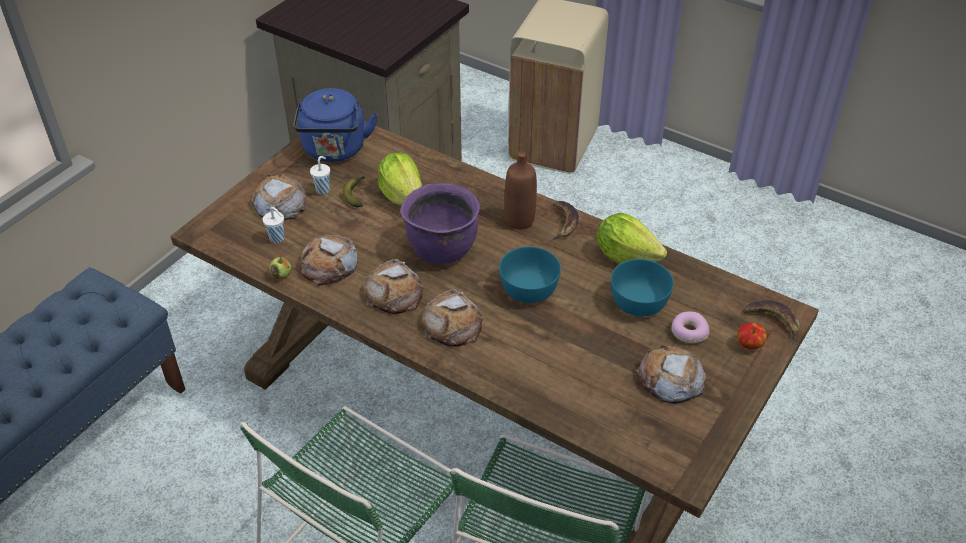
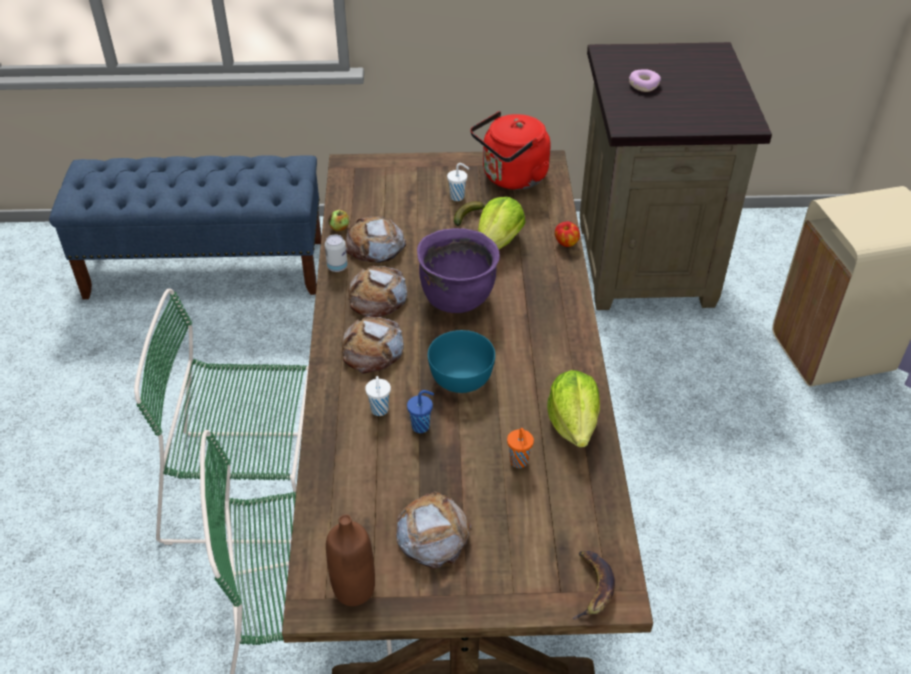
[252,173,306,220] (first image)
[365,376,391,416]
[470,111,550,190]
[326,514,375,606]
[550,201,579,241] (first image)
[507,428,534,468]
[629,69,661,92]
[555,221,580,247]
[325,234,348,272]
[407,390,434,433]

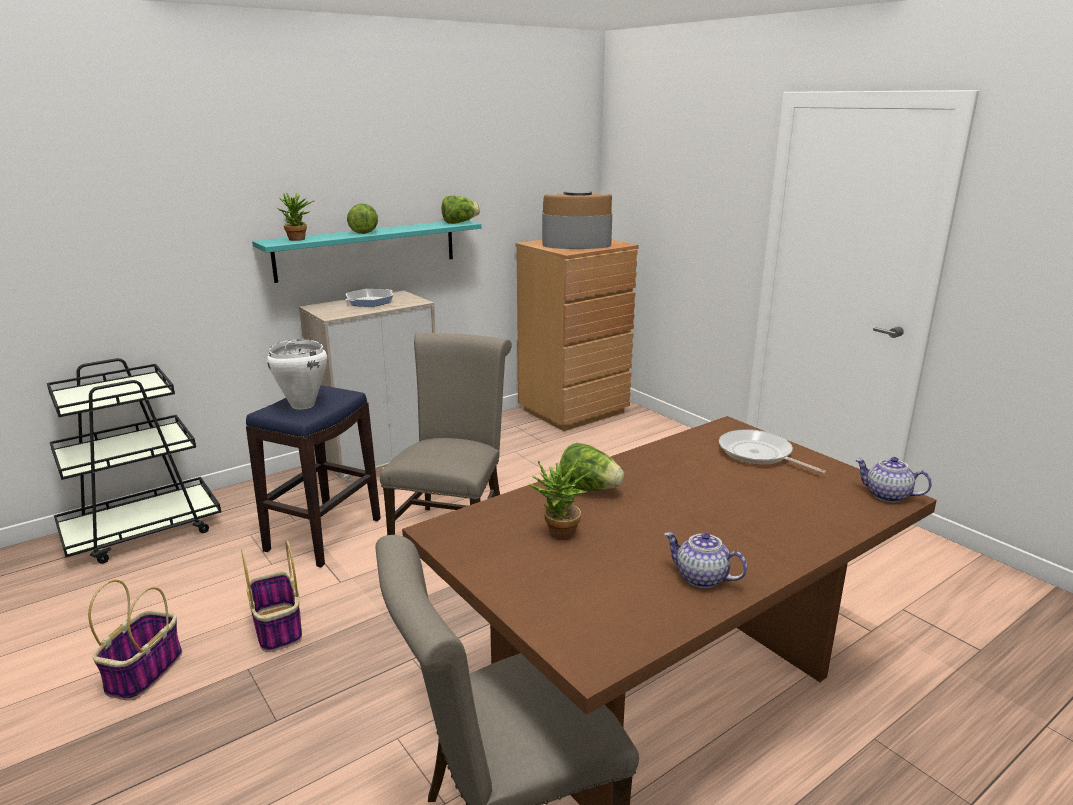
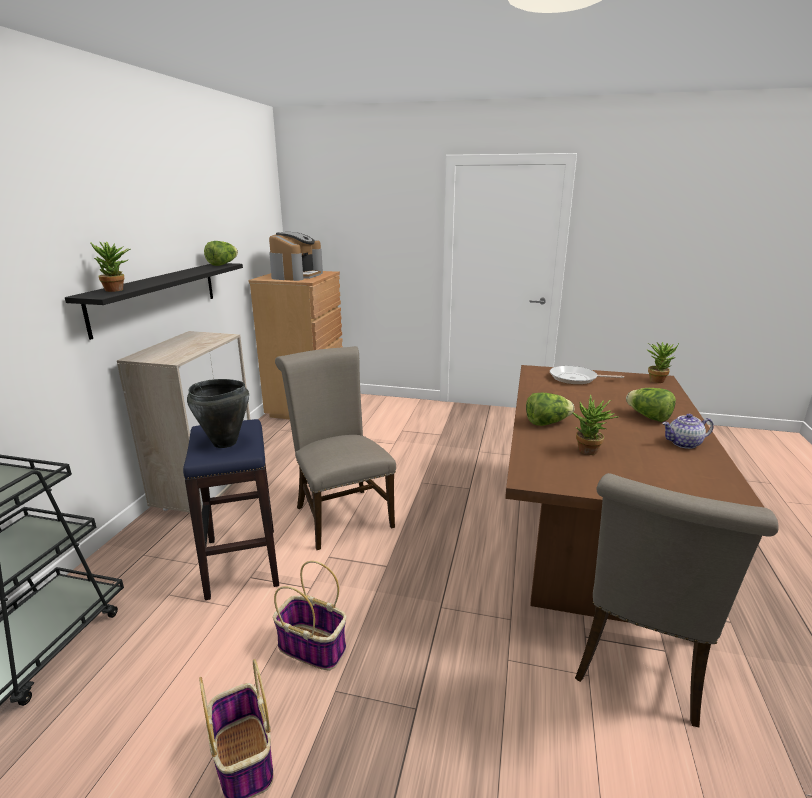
[65,263,243,340]
[187,379,249,448]
[345,289,393,307] (first image)
[626,388,676,422]
[269,232,323,281]
[646,342,679,383]

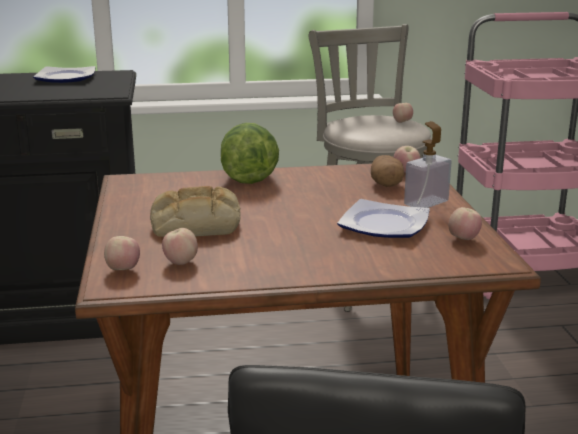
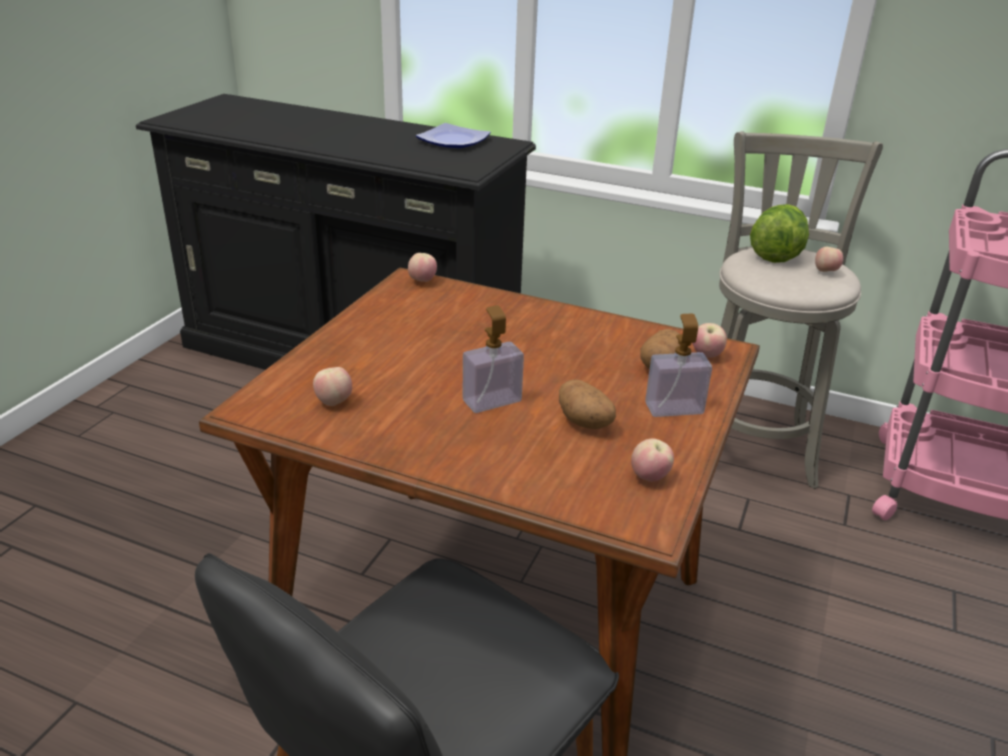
[408,253,437,282]
[150,186,241,237] (first image)
[750,204,809,263]
[559,380,616,429]
[463,305,524,413]

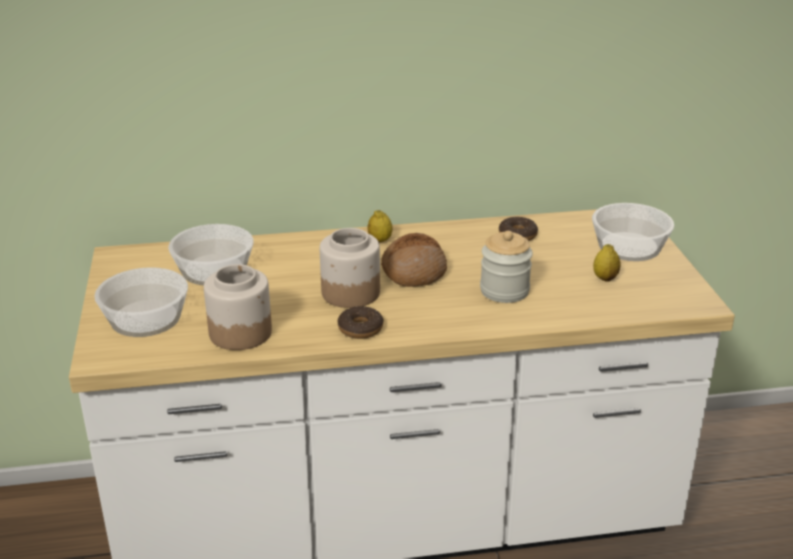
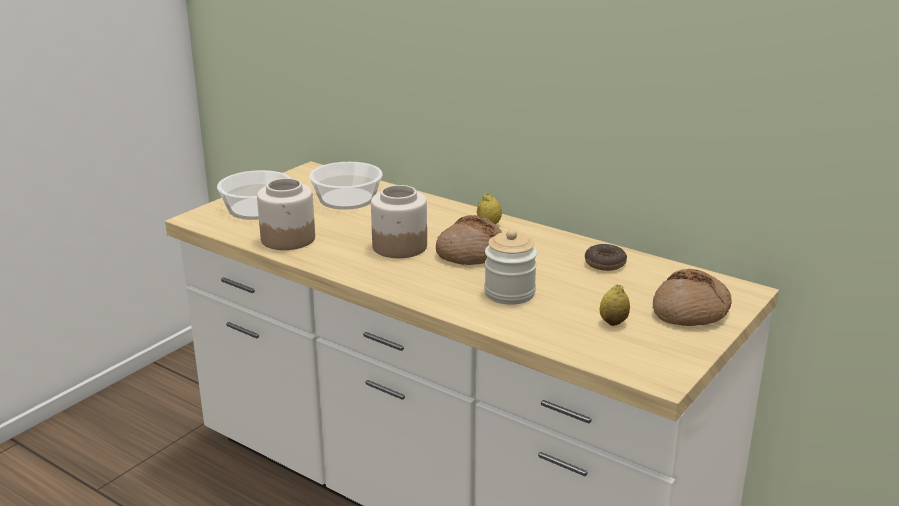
[338,306,384,339] (first image)
[653,269,732,326]

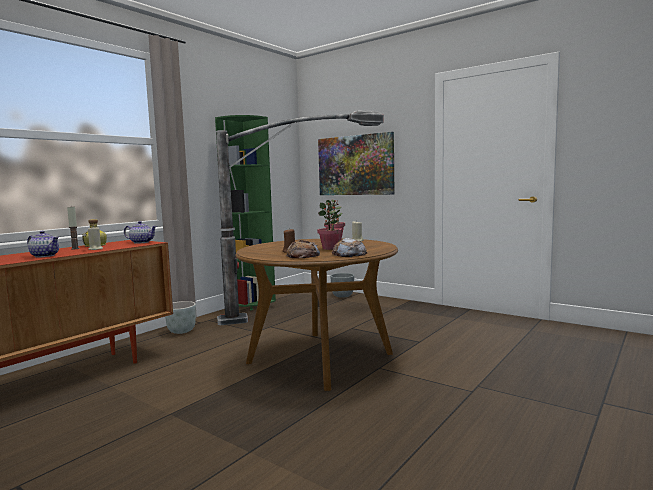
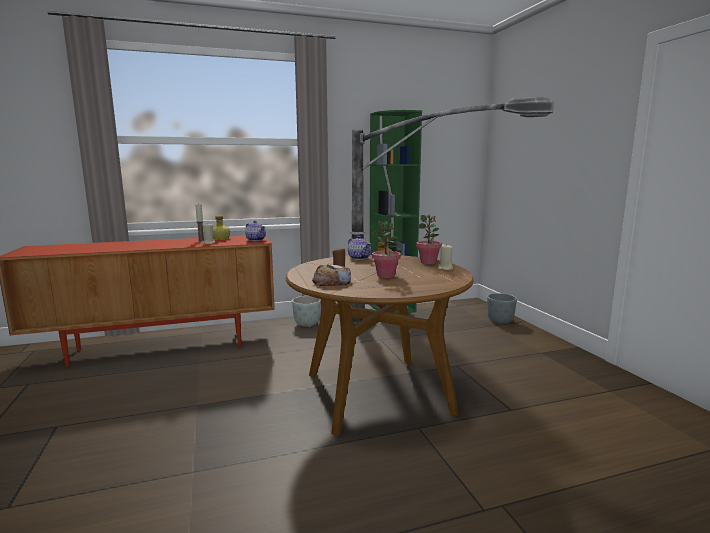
[348,236,371,260]
[318,132,394,195] (first image)
[332,238,367,257] (first image)

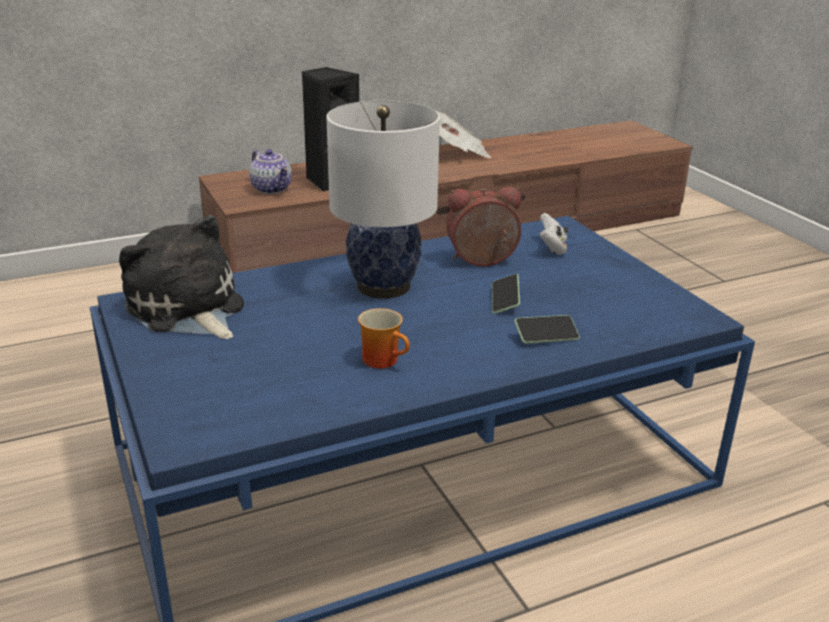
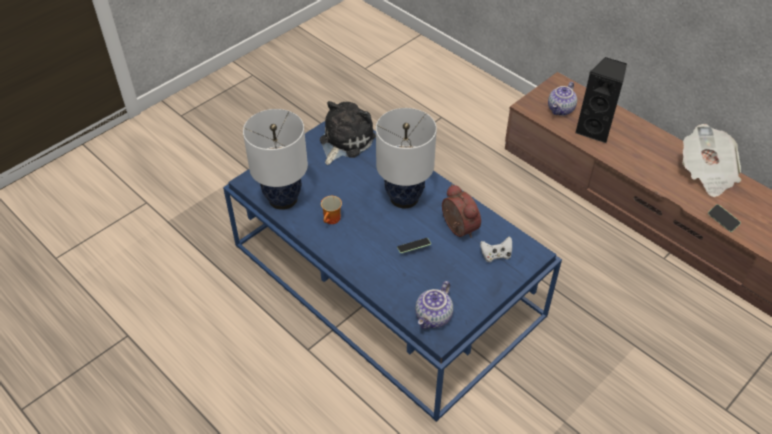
[708,204,741,232]
[243,109,308,210]
[415,281,453,329]

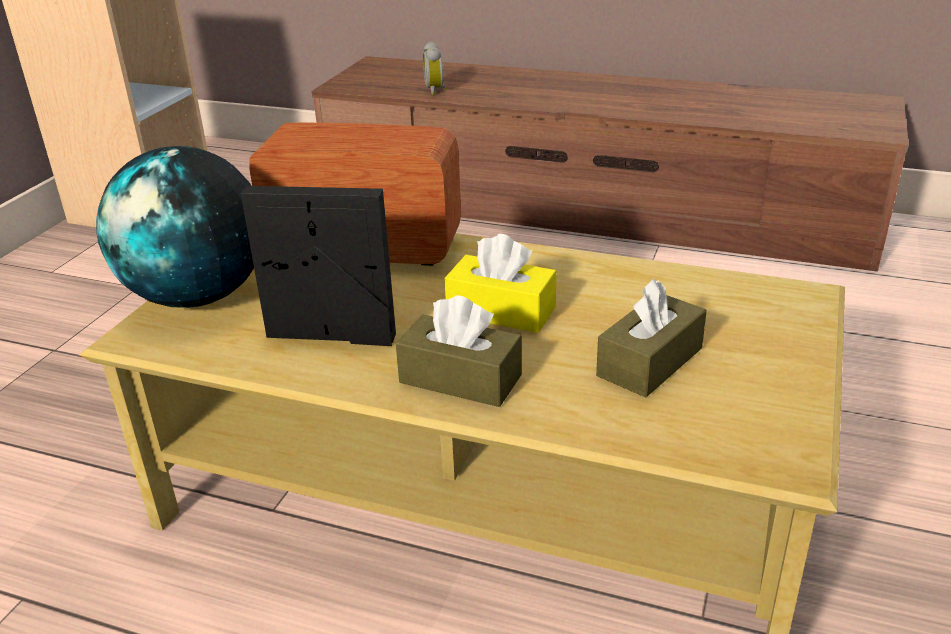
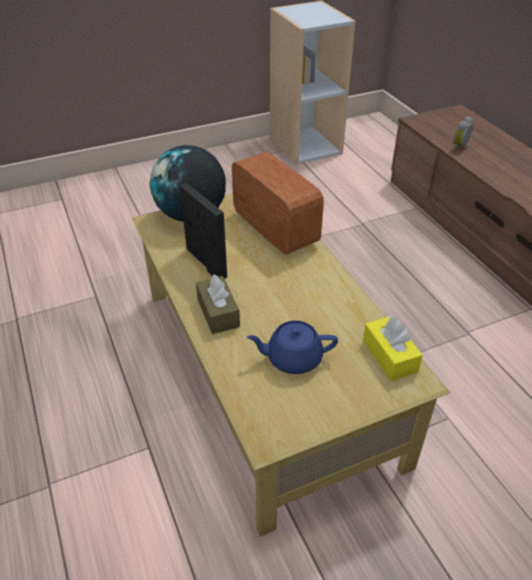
[363,316,423,381]
[247,321,338,374]

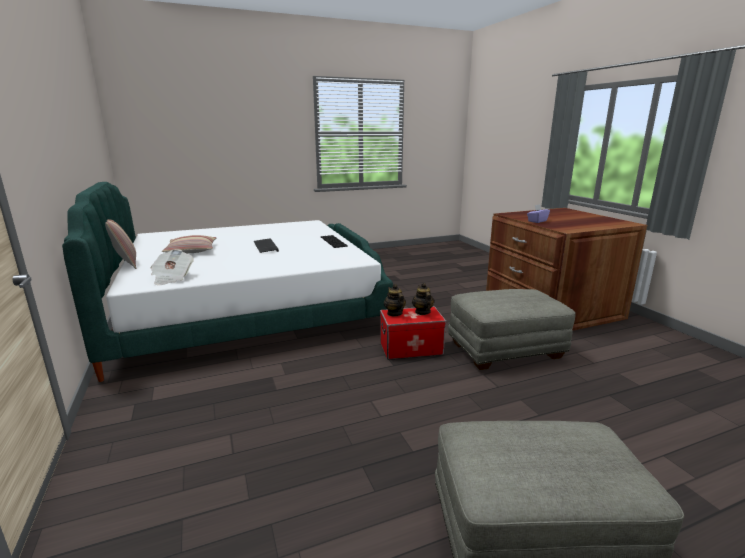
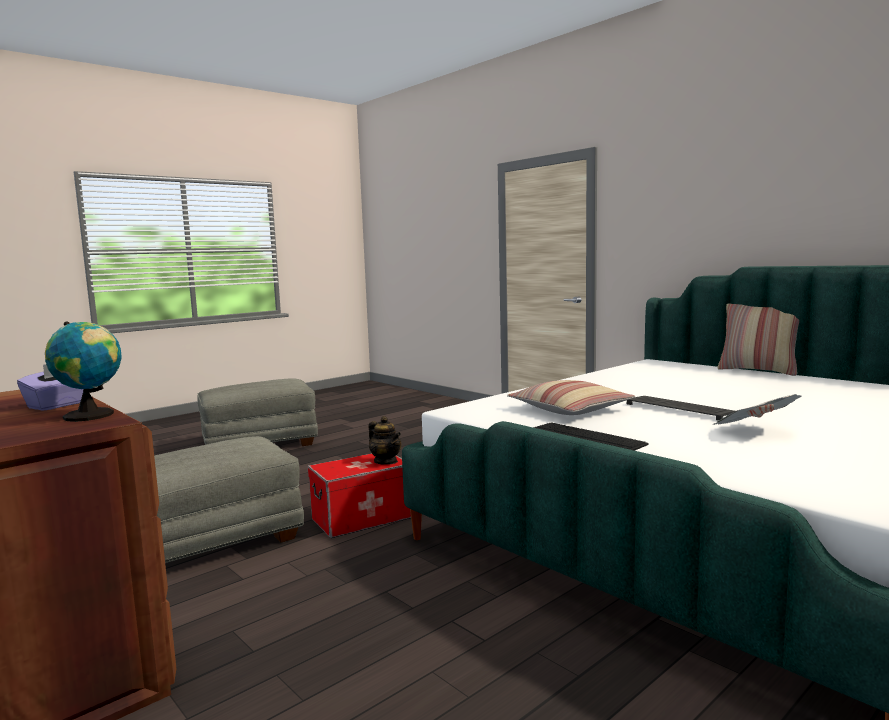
[713,394,801,425]
[507,380,635,415]
[412,283,435,315] (first image)
[45,322,122,422]

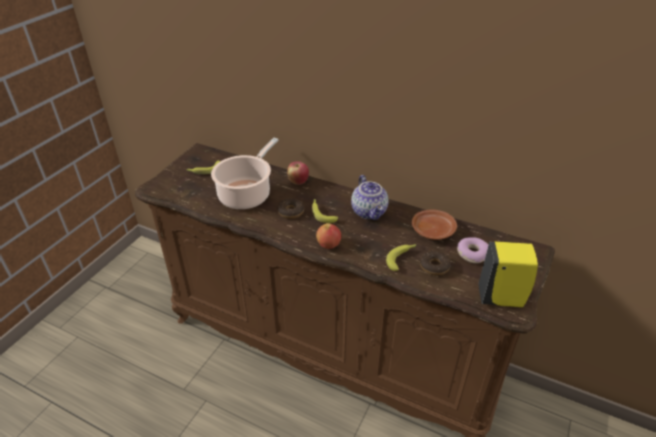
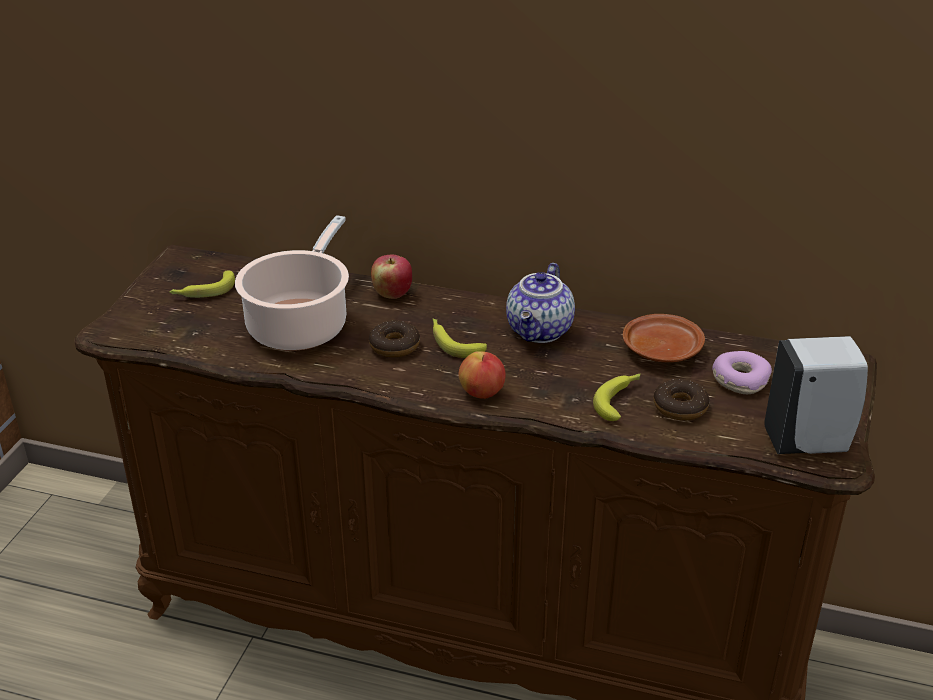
[506,263,575,343]
[764,336,868,454]

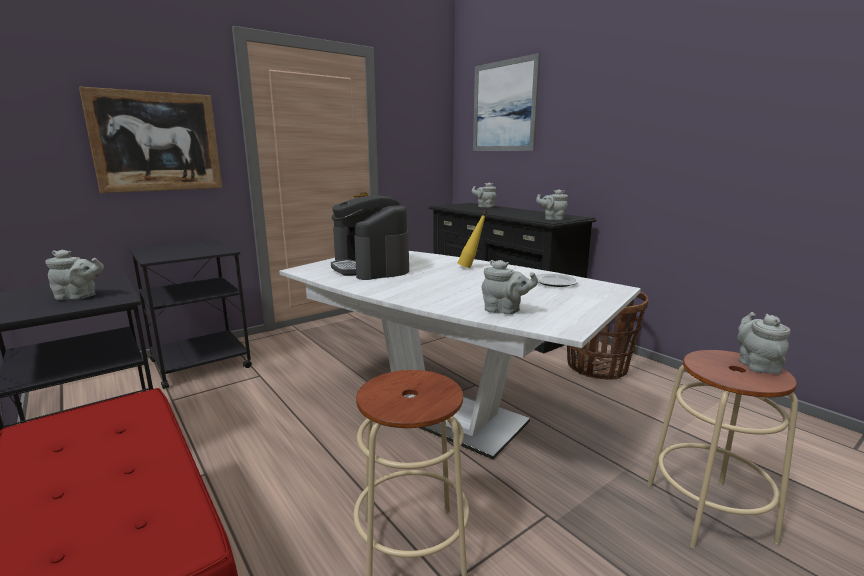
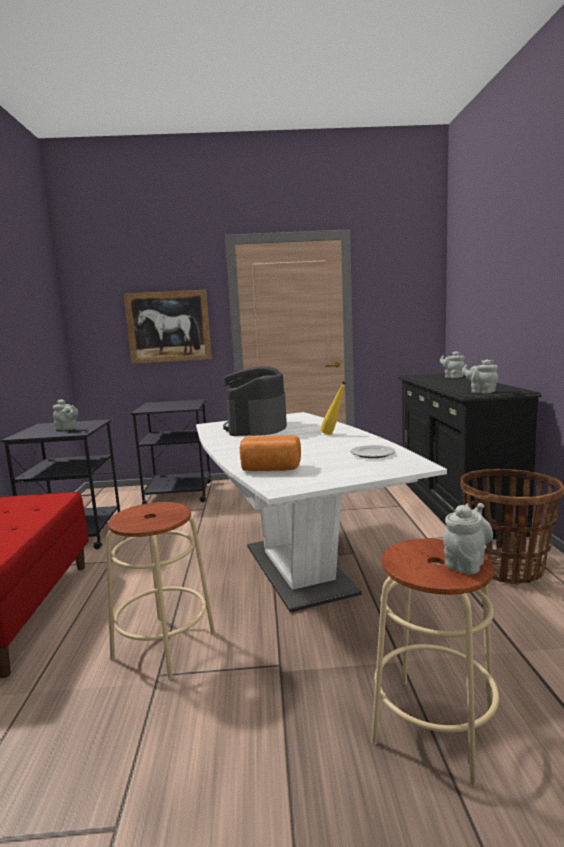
[473,53,541,151] (first image)
[239,435,301,471]

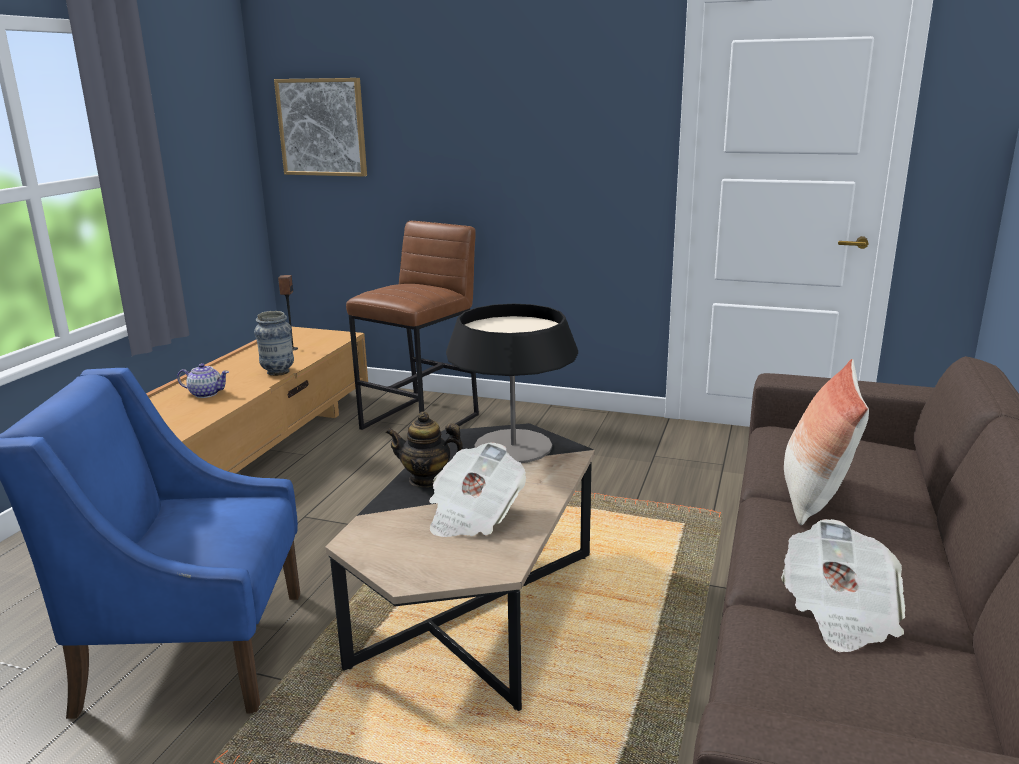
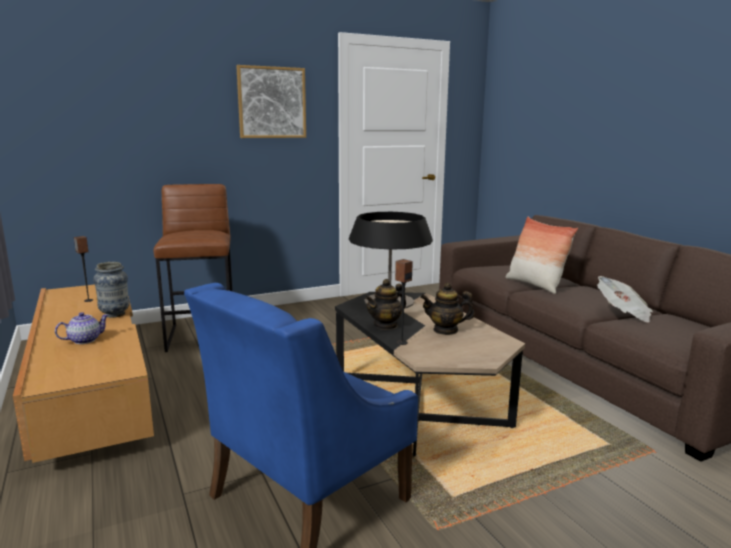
[236,65,306,138]
[420,283,475,335]
[395,259,413,345]

